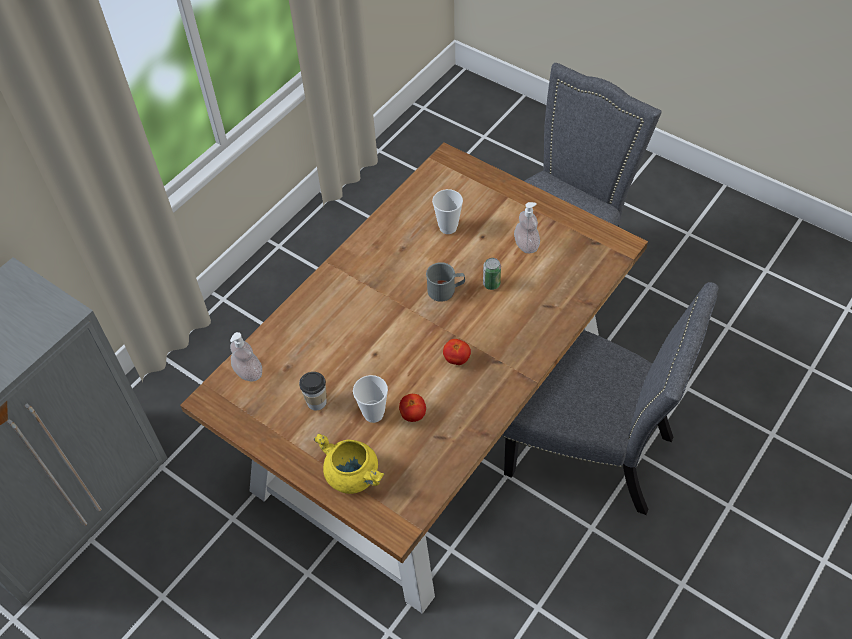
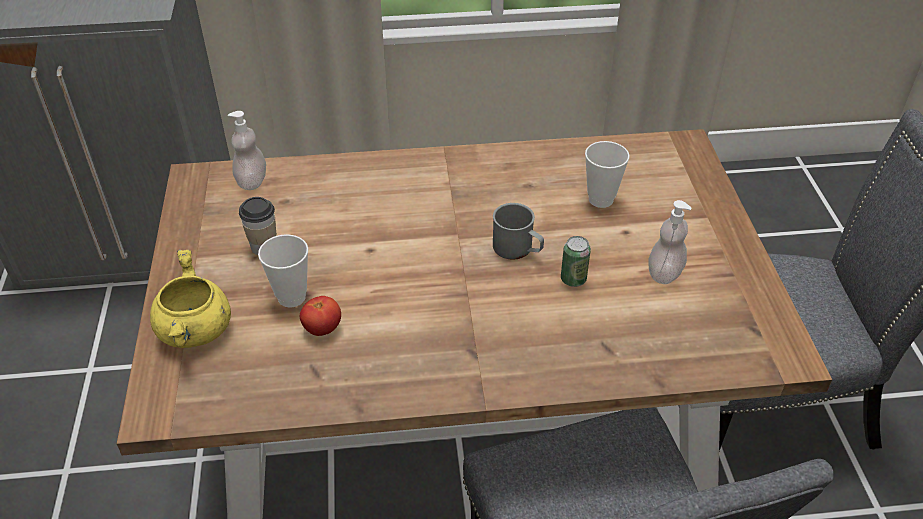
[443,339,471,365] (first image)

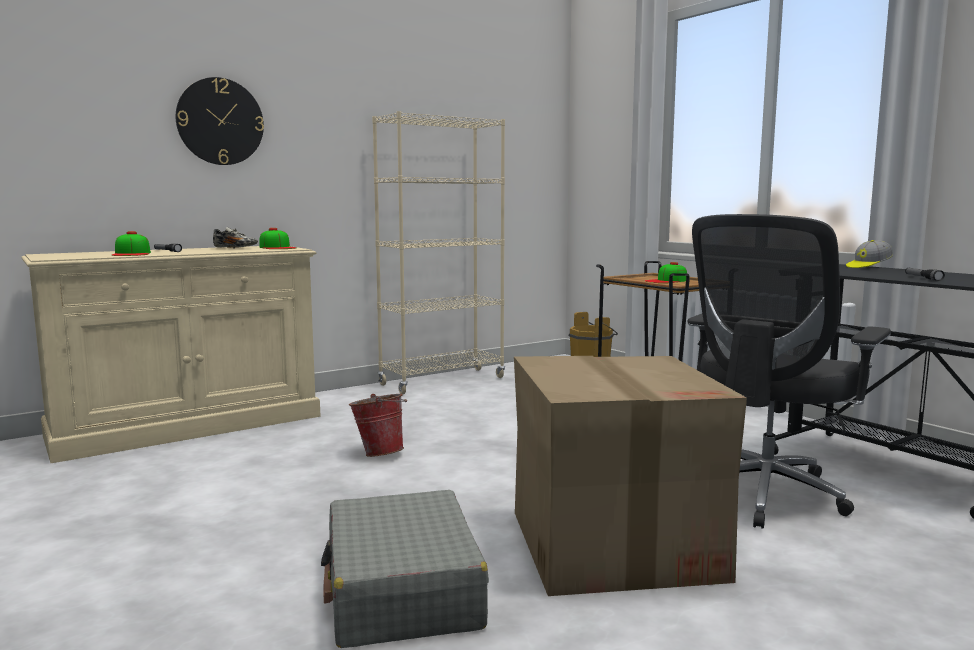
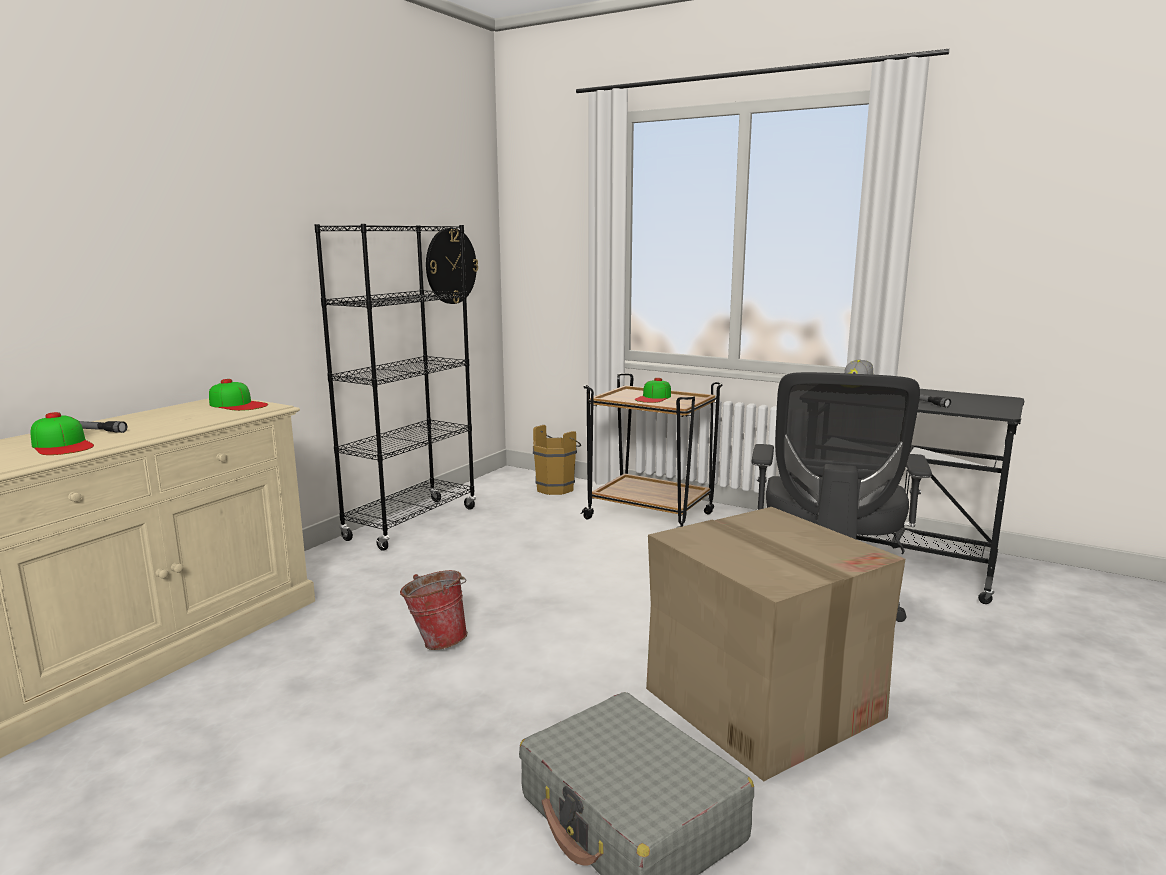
[426,228,478,304]
[213,227,258,249] (first image)
[314,224,476,551]

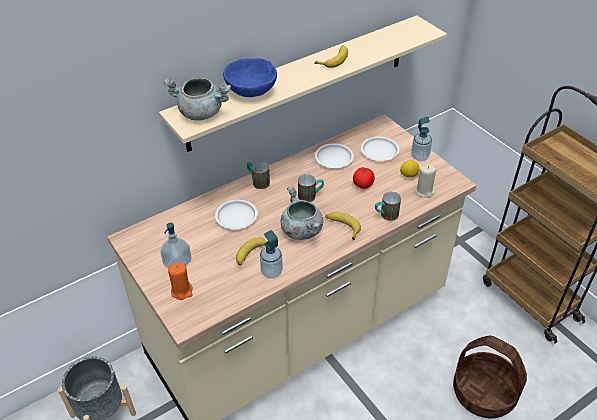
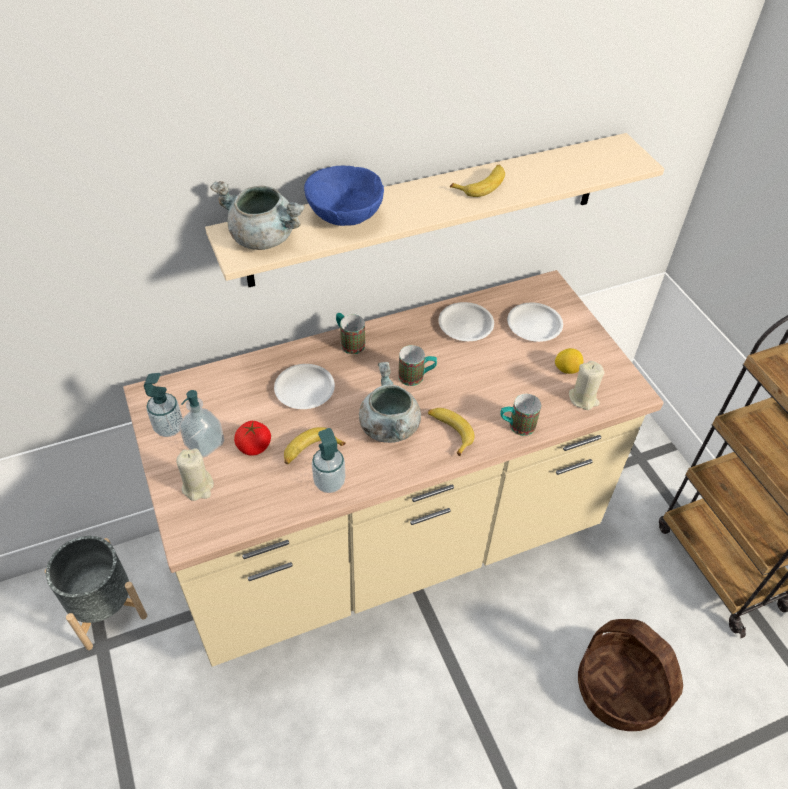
[176,448,214,501]
[234,421,271,456]
[144,373,183,437]

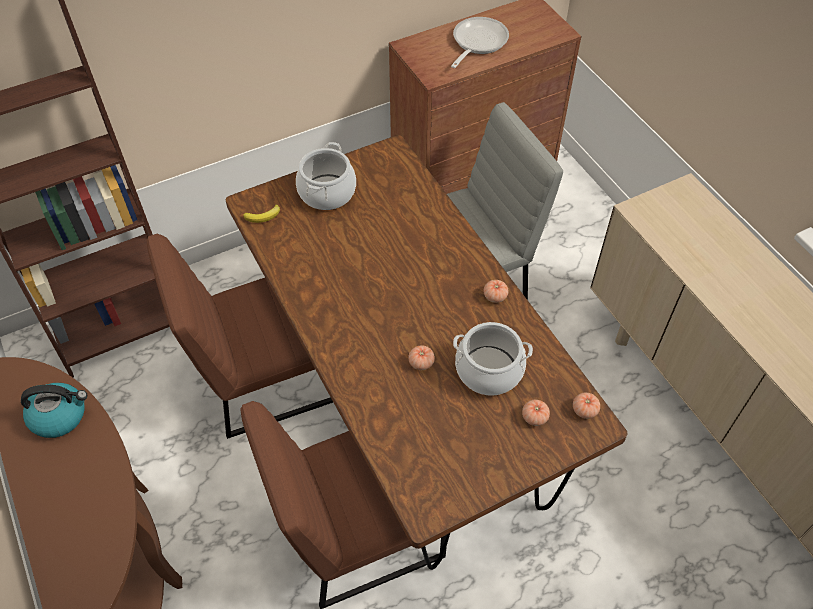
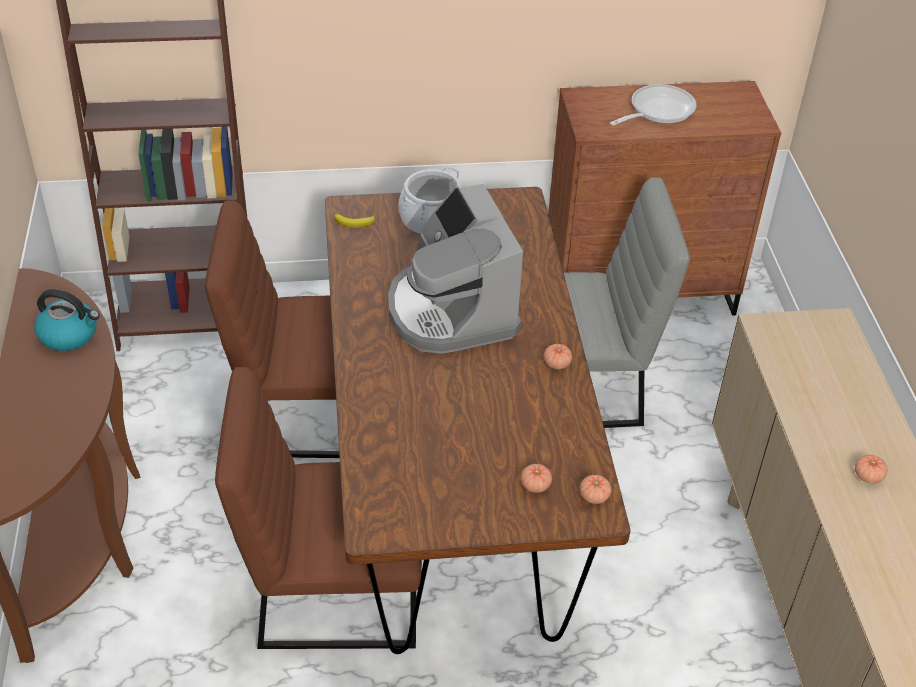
[855,455,887,484]
[453,322,533,396] (first image)
[388,184,523,354]

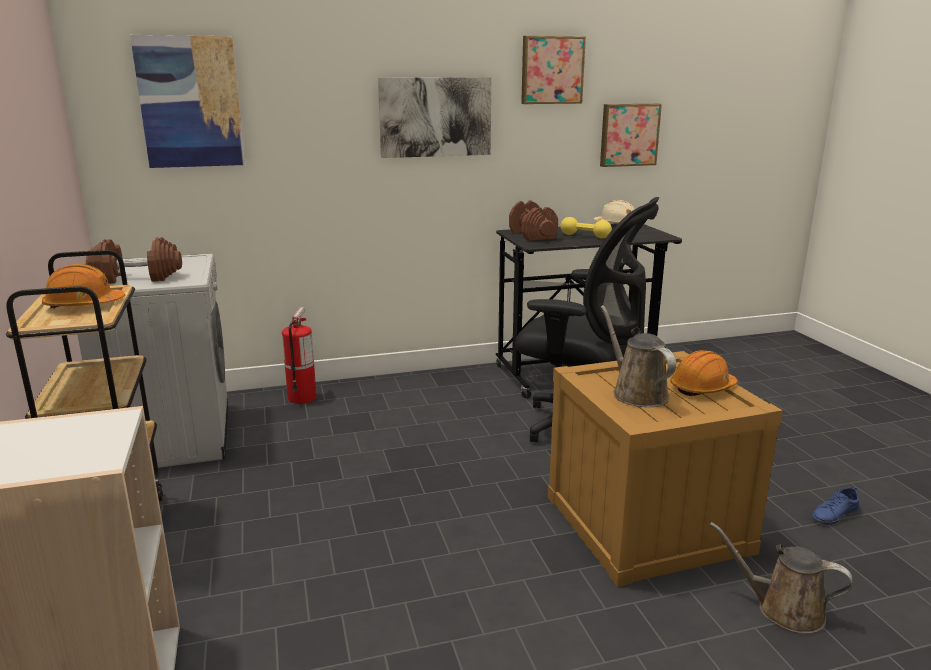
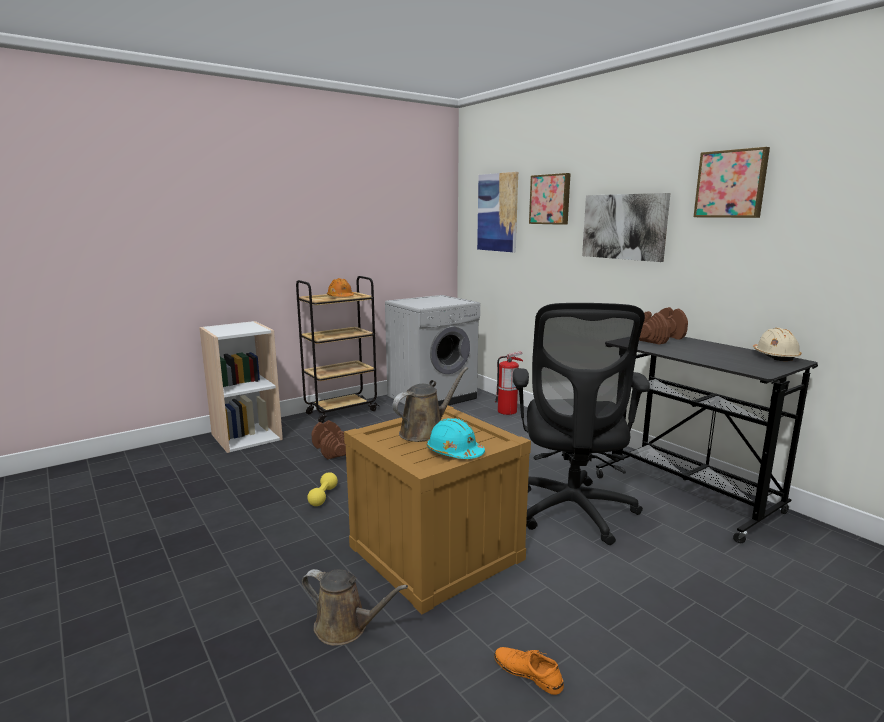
[312,420,346,459]
[307,472,338,506]
[529,173,571,225]
[426,418,485,459]
[302,569,408,646]
[494,647,564,695]

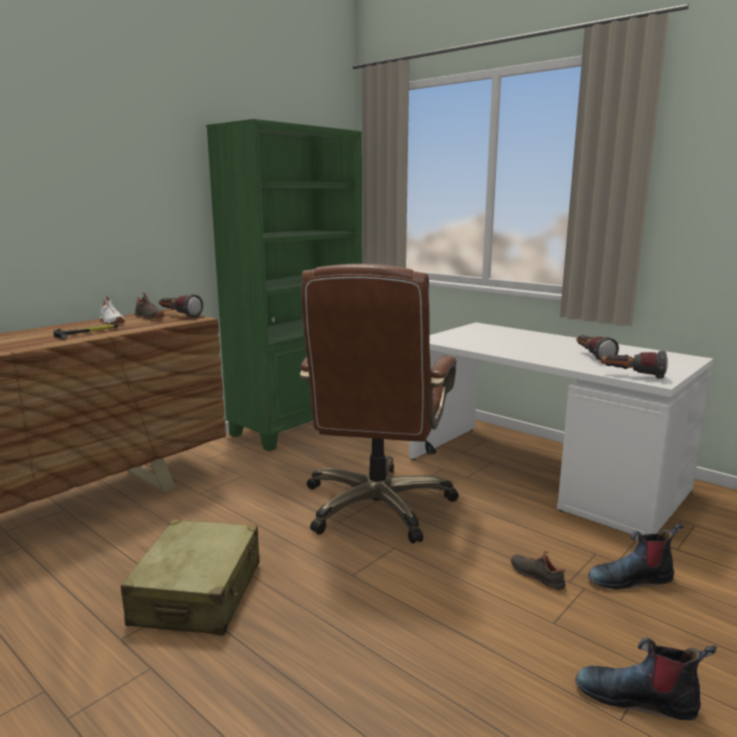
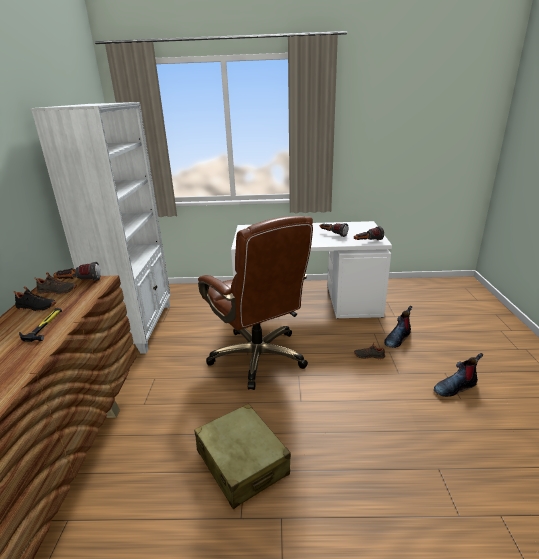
[13,286,56,312]
[31,102,171,354]

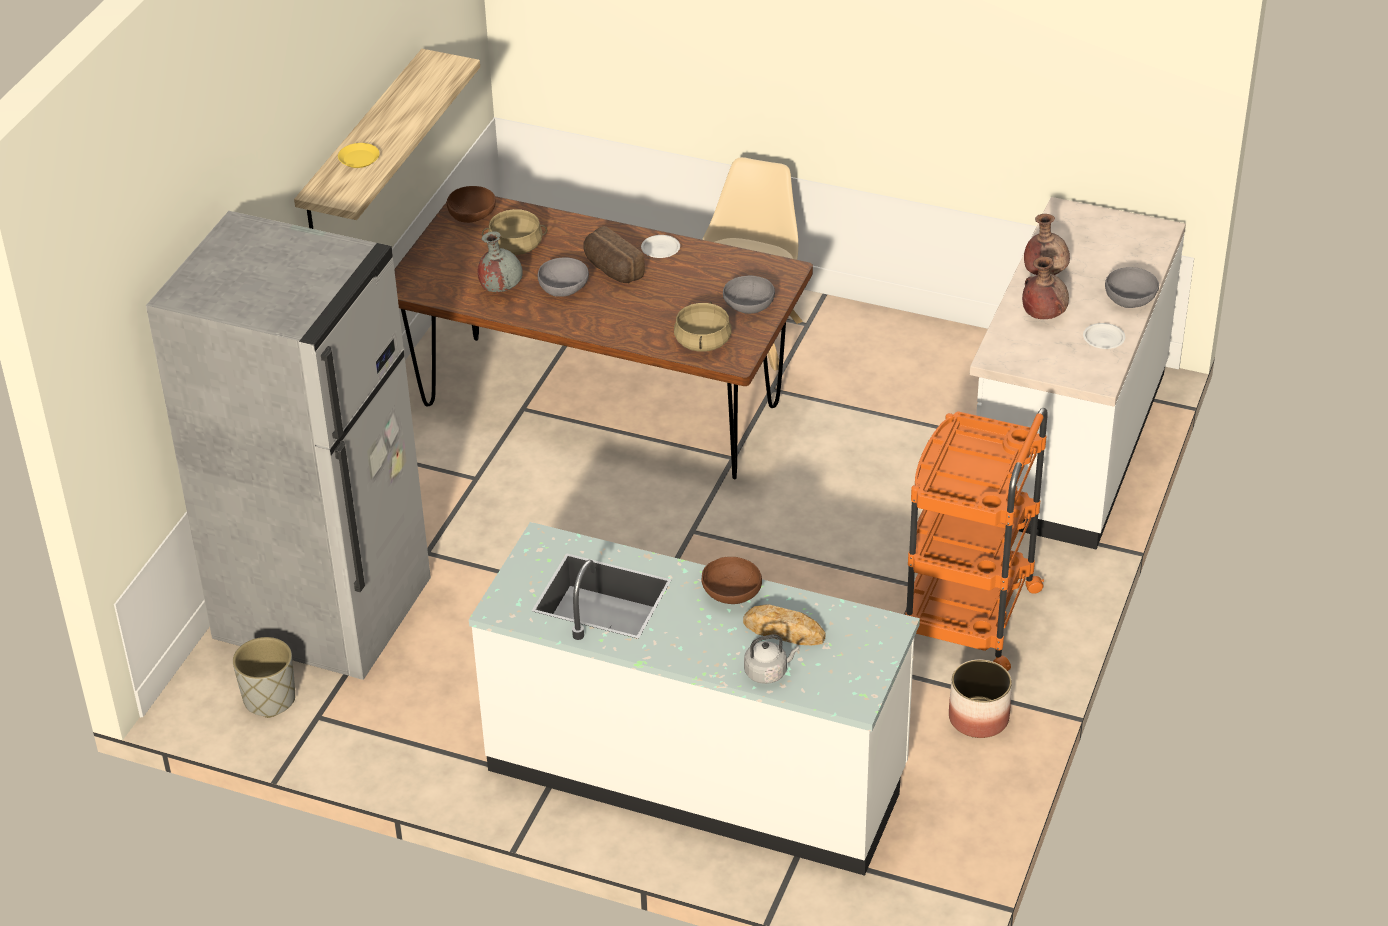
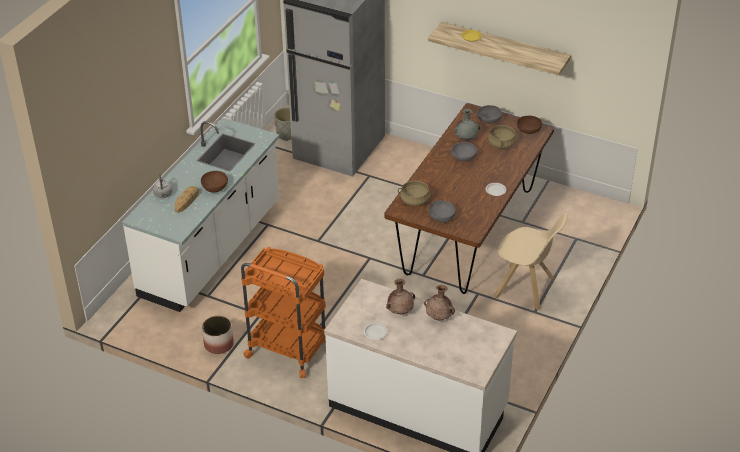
[583,226,645,283] (first image)
[477,105,502,123]

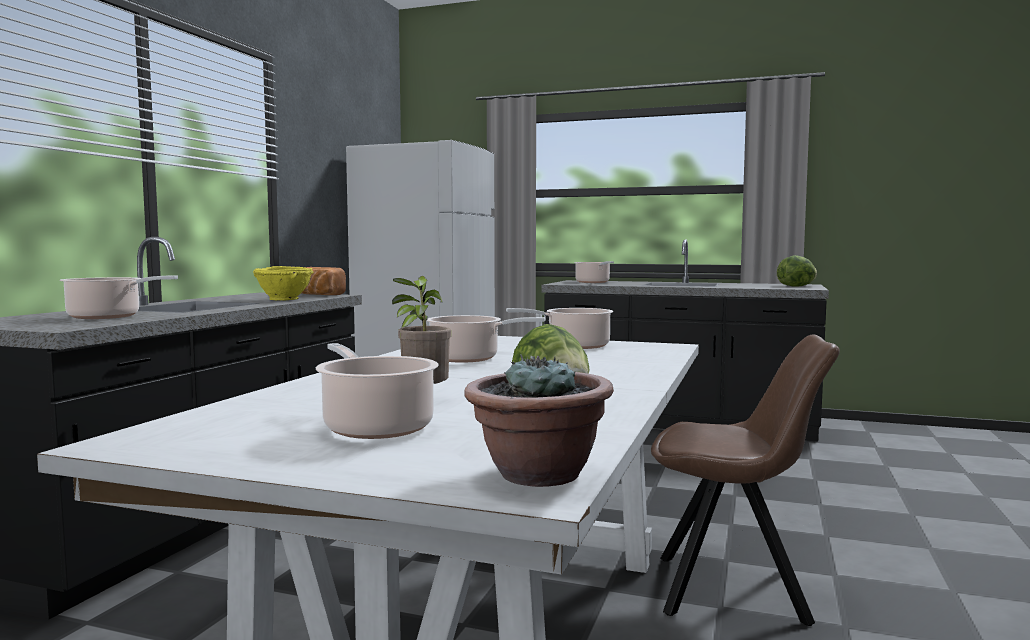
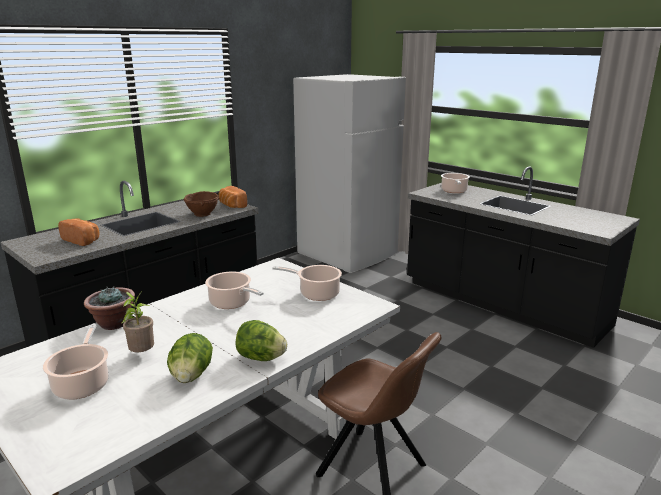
[58,219,99,246]
[184,191,220,217]
[84,286,135,330]
[236,320,287,361]

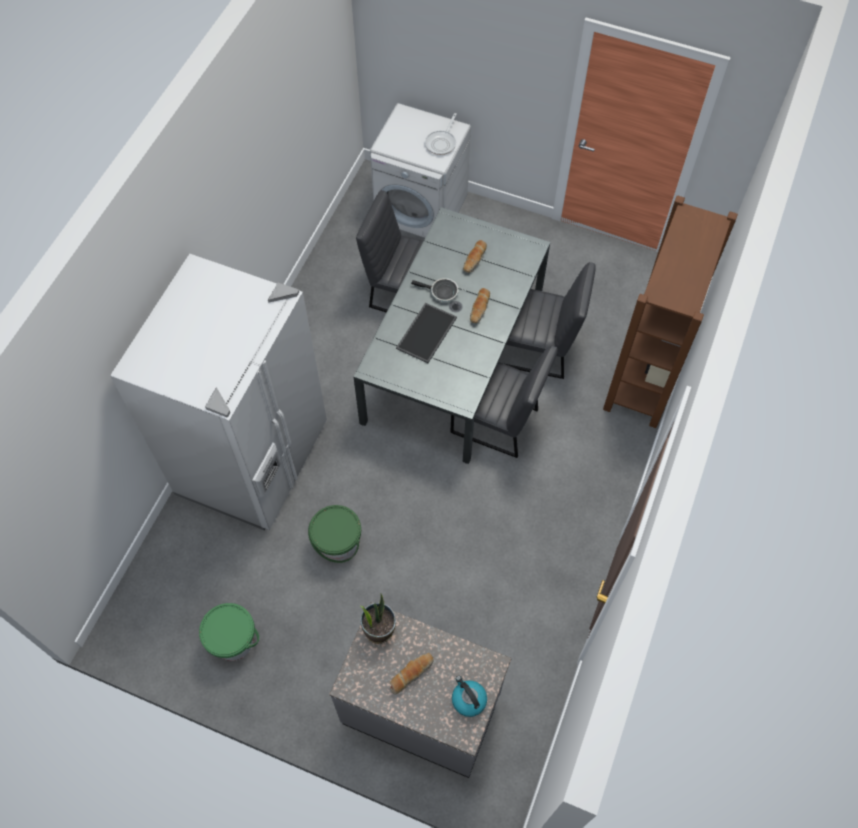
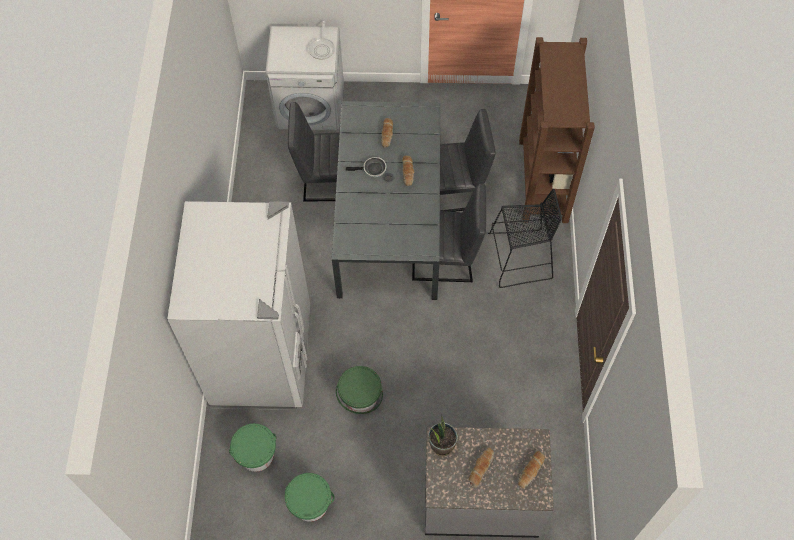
[396,303,457,363] (first image)
[518,451,545,488]
[229,423,276,472]
[488,189,562,288]

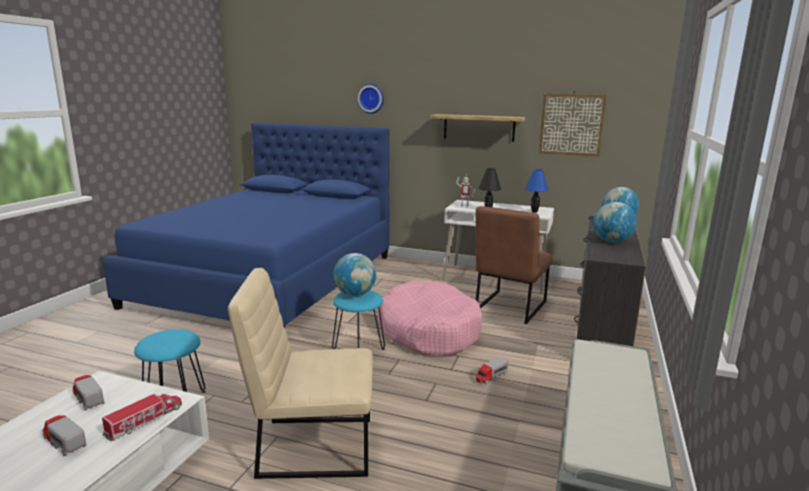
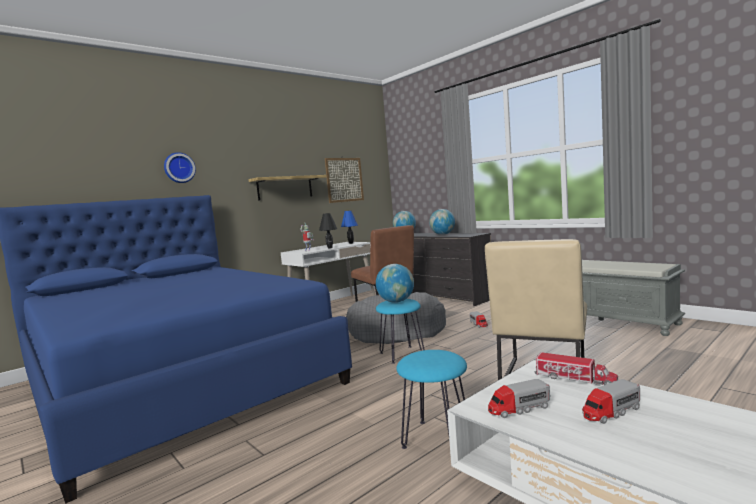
[535,352,618,385]
[346,292,446,344]

